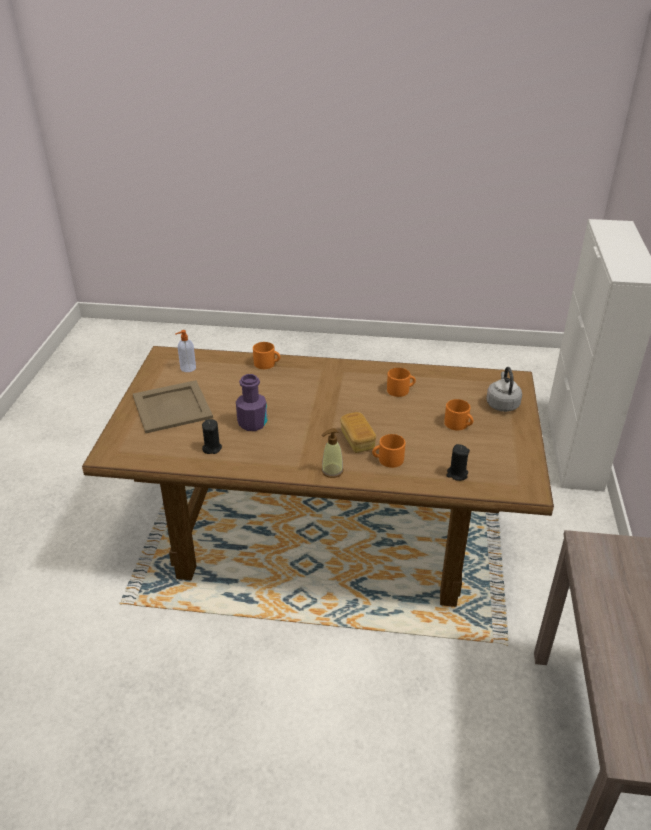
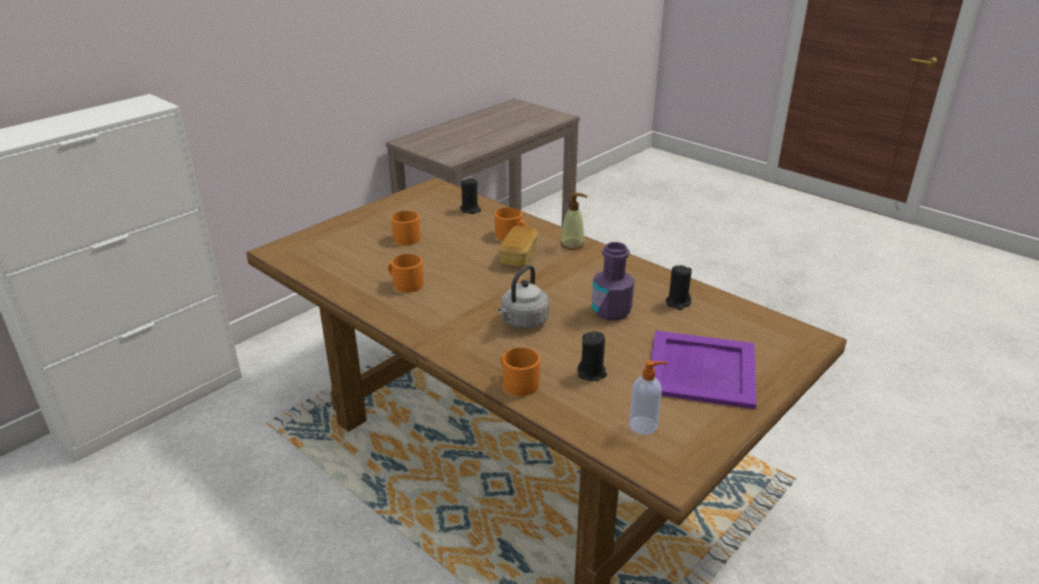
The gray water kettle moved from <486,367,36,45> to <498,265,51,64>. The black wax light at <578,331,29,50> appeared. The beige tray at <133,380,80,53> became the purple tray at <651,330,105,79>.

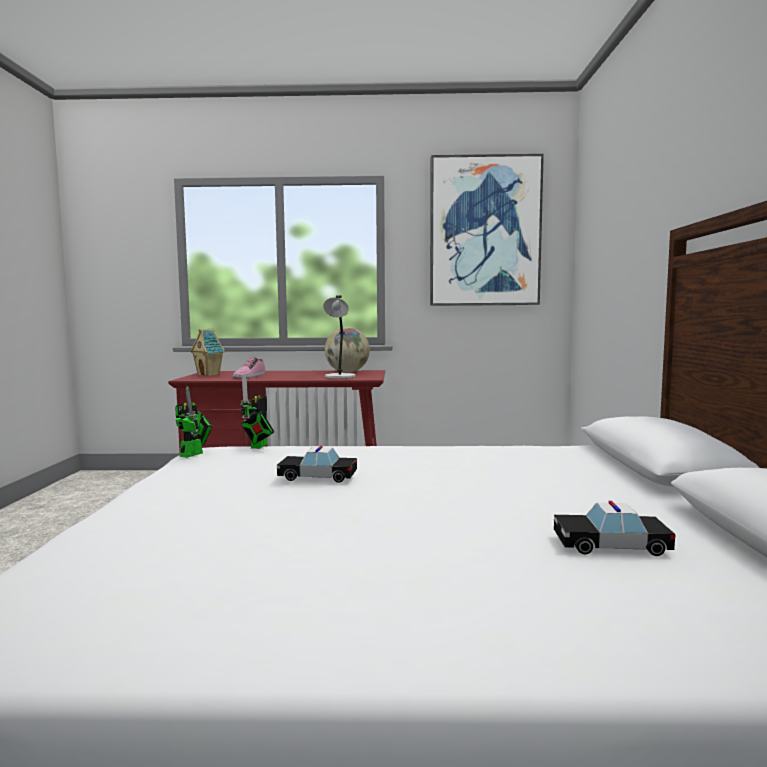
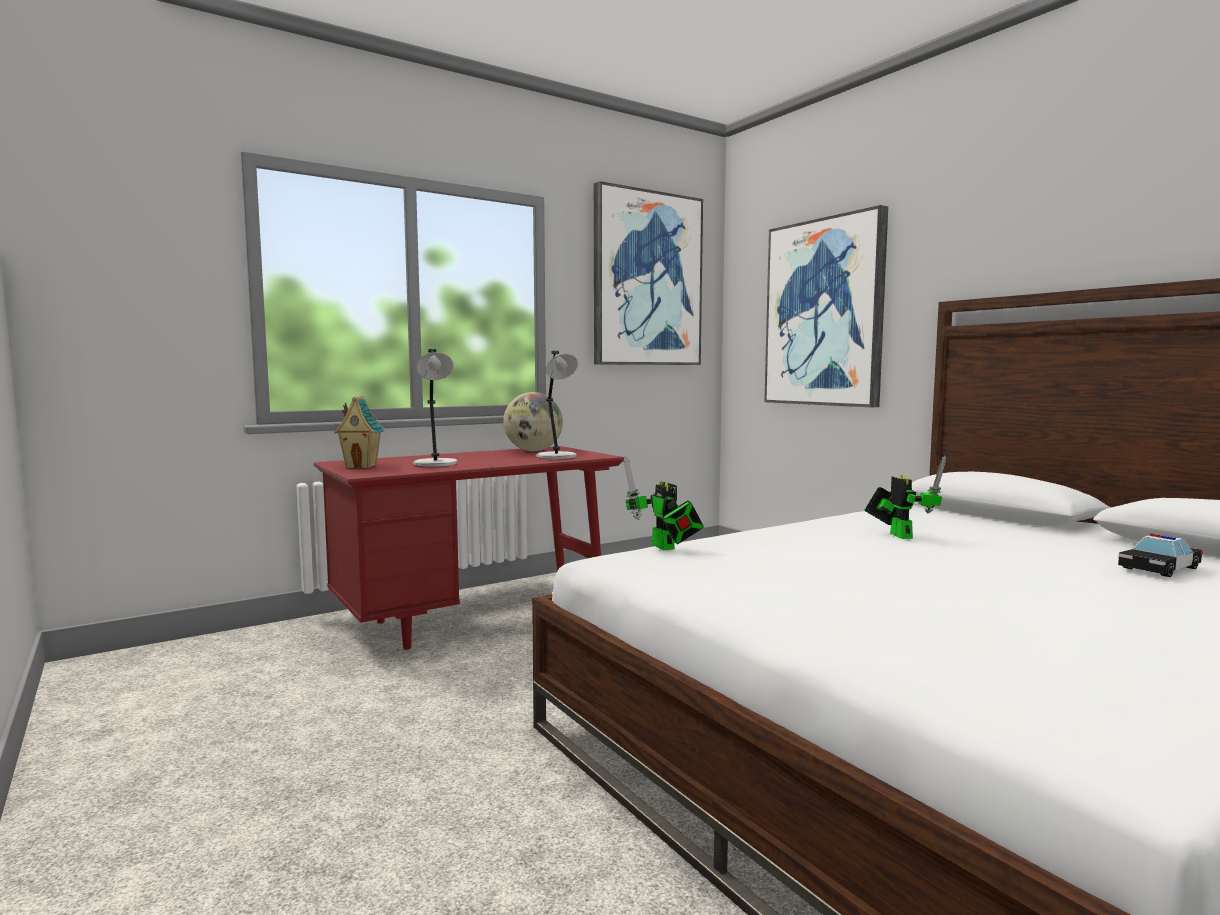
The shoe at <233,357,32,21> was replaced by the gray tabletop lamp at <413,349,45,118>. The wall art at <764,205,124,202> appeared. The robot figure moved from <175,386,37,72> to <865,456,82,83>. The model car at <277,446,80,37> disappeared.

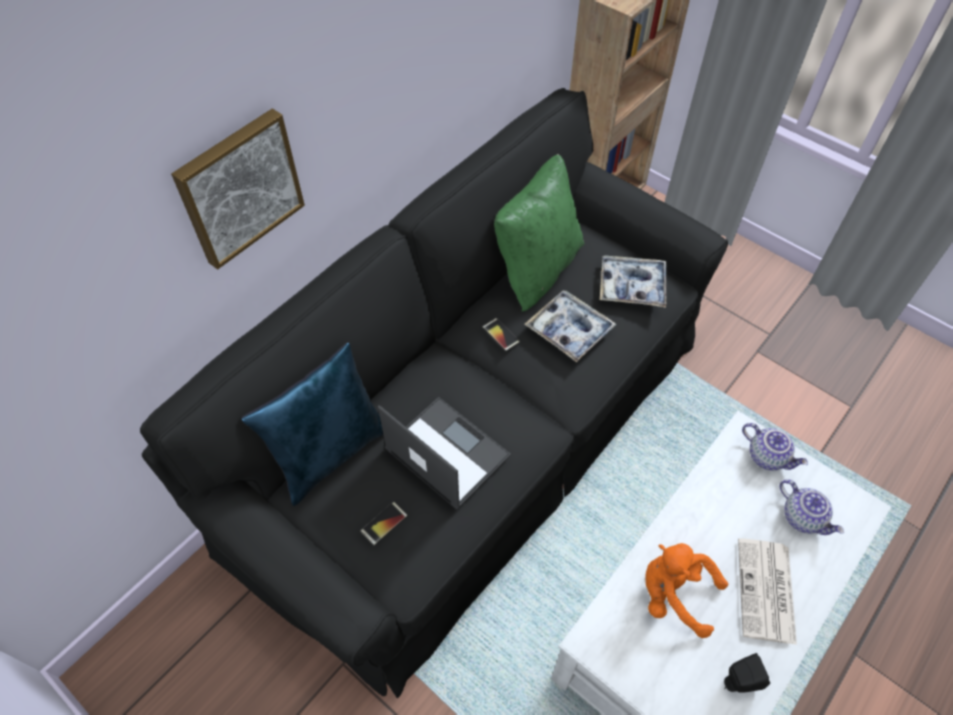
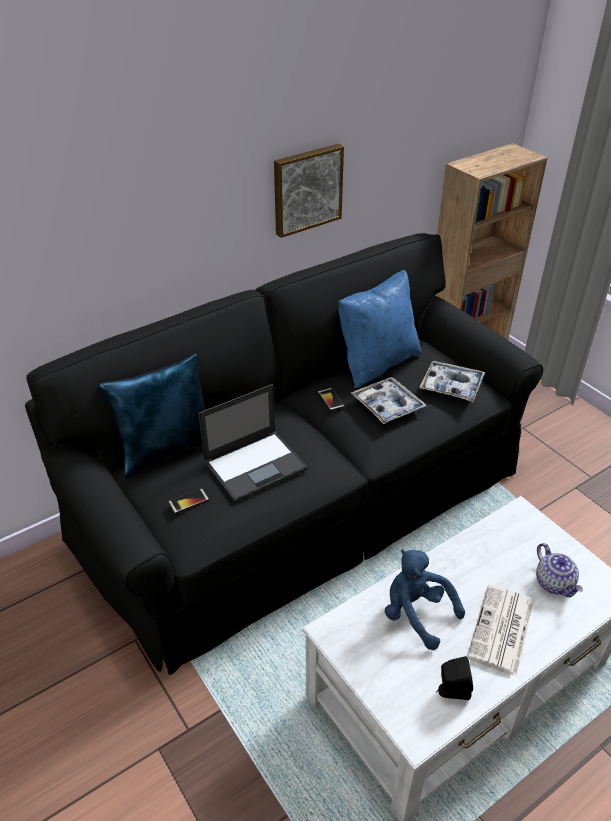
The portable computer at <378,397,133,113> turned 90 degrees clockwise. The wall art moved from <171,109,134,160> to <274,144,70,94>. The greenish cushion at <494,154,90,158> became the blue cushion at <338,270,84,118>. The orangey soft toy at <646,543,82,95> became the blue soft toy at <385,549,80,101>. The teapot at <742,423,66,47> disappeared.

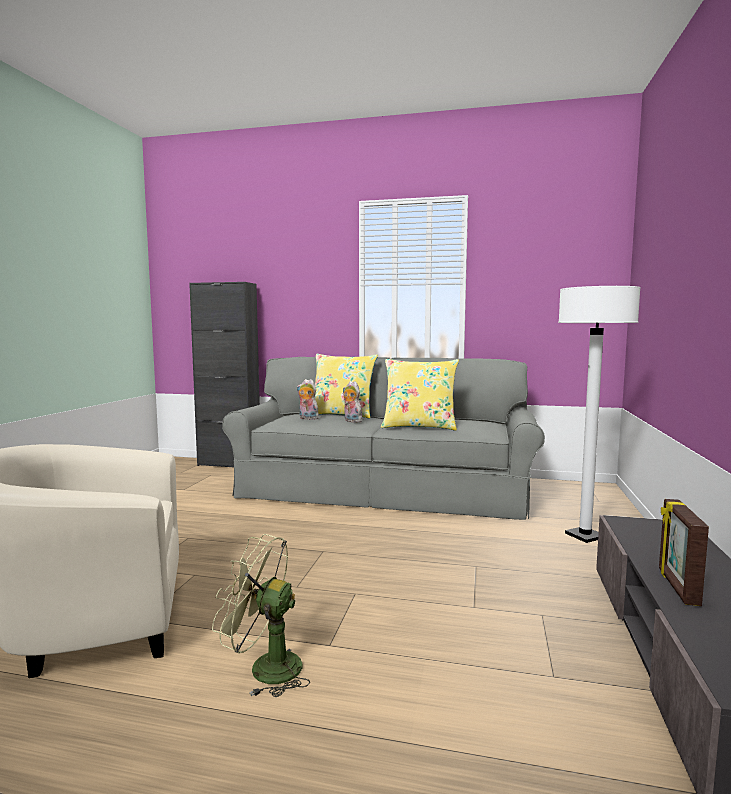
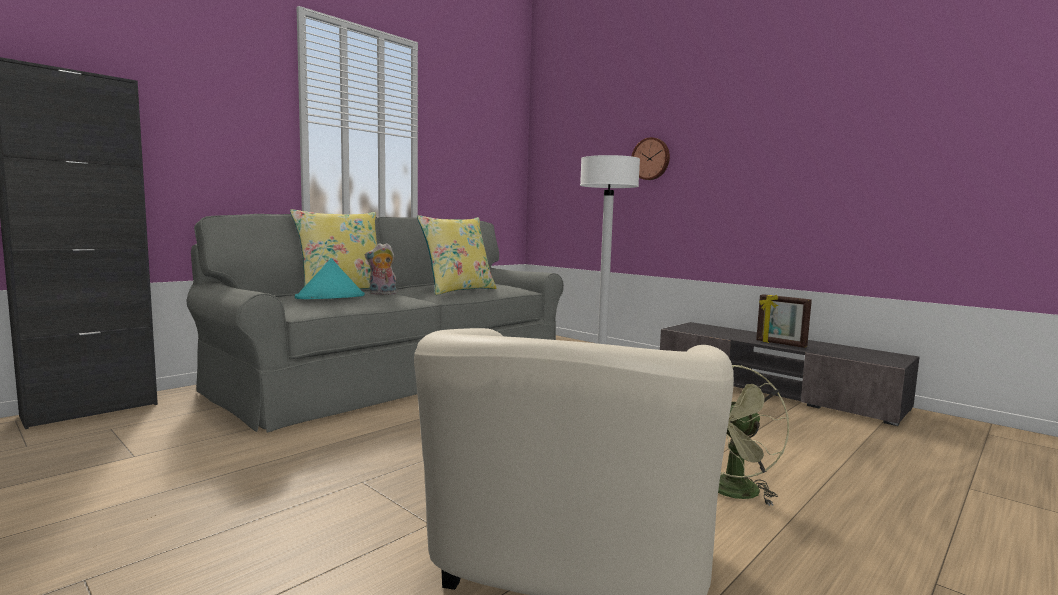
The soft toy at <296,379,24,41> was replaced by the turquoise-coloured hat at <295,258,70,41>. The clock on the wall at <632,137,38,43> appeared.

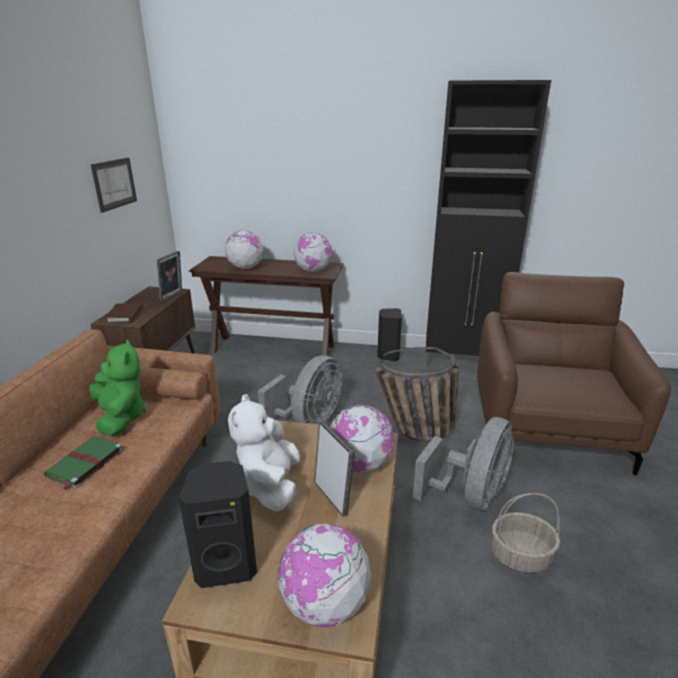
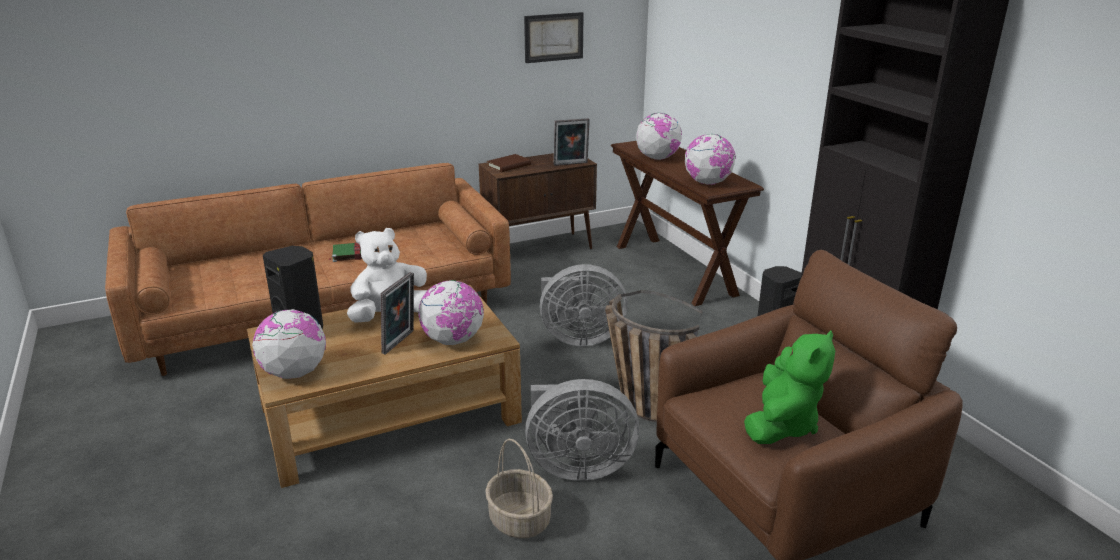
The greenish soft toy moved from <89,339,57,97> to <744,330,91,114>.

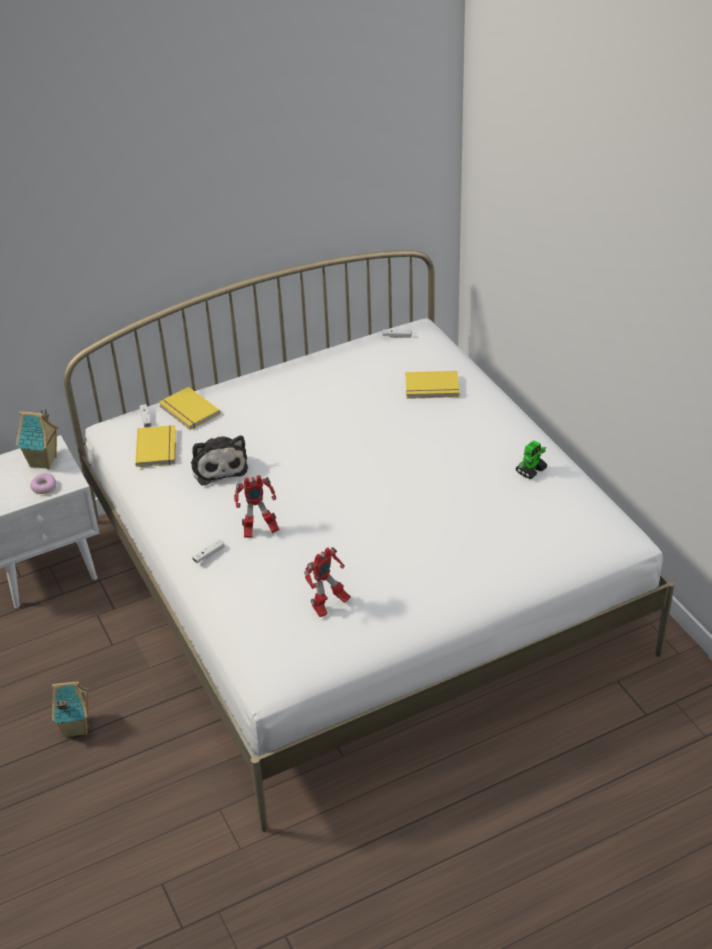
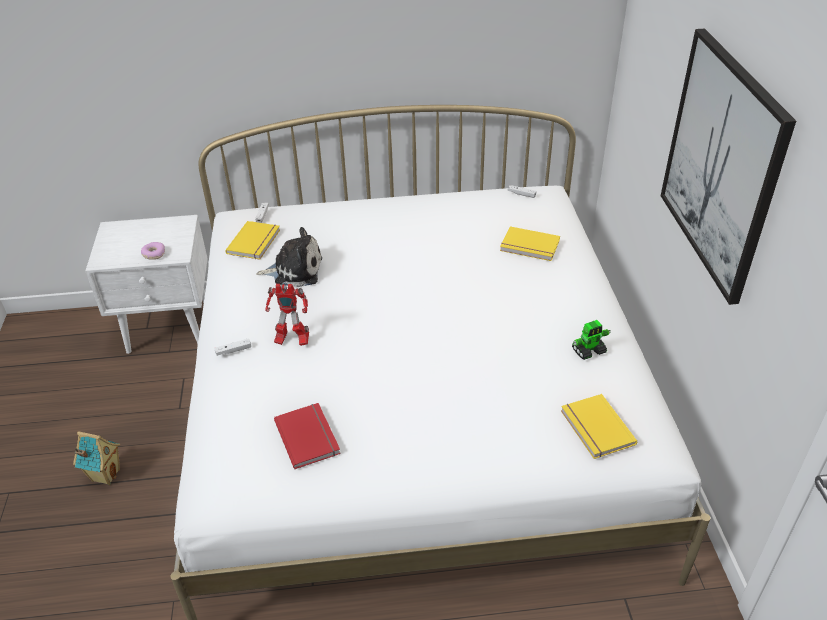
The soft toy at <191,435,57,51> turned 90 degrees counterclockwise. The robot figure at <304,547,47,70> was replaced by the red bound book at <274,403,67,66>. The yellowish bound book moved from <159,387,61,43> to <561,394,76,65>. The wall art at <661,28,135,277> appeared. The toy house at <16,409,43,61> disappeared.

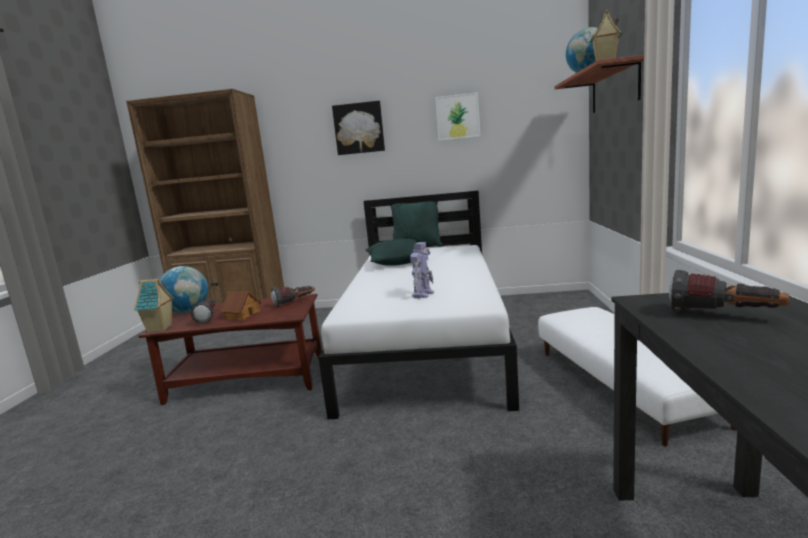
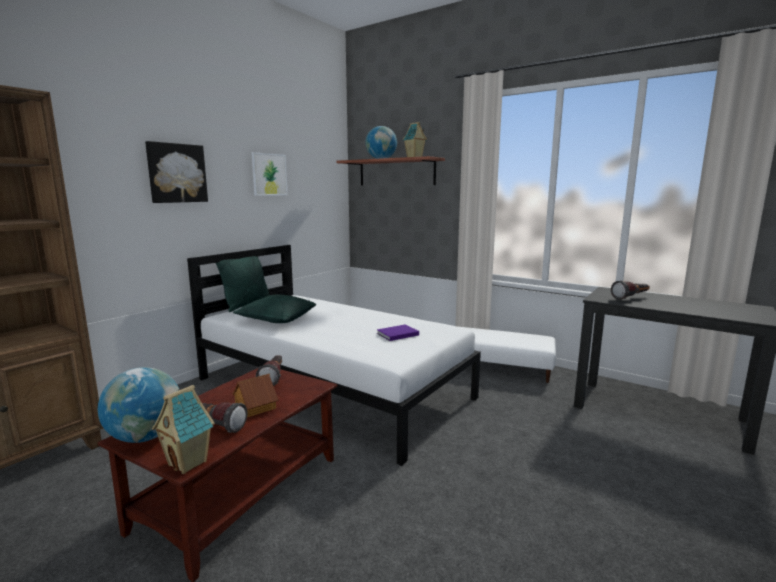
The robot figure at <410,242,24,57> was replaced by the purple bound book at <377,324,42,17>.

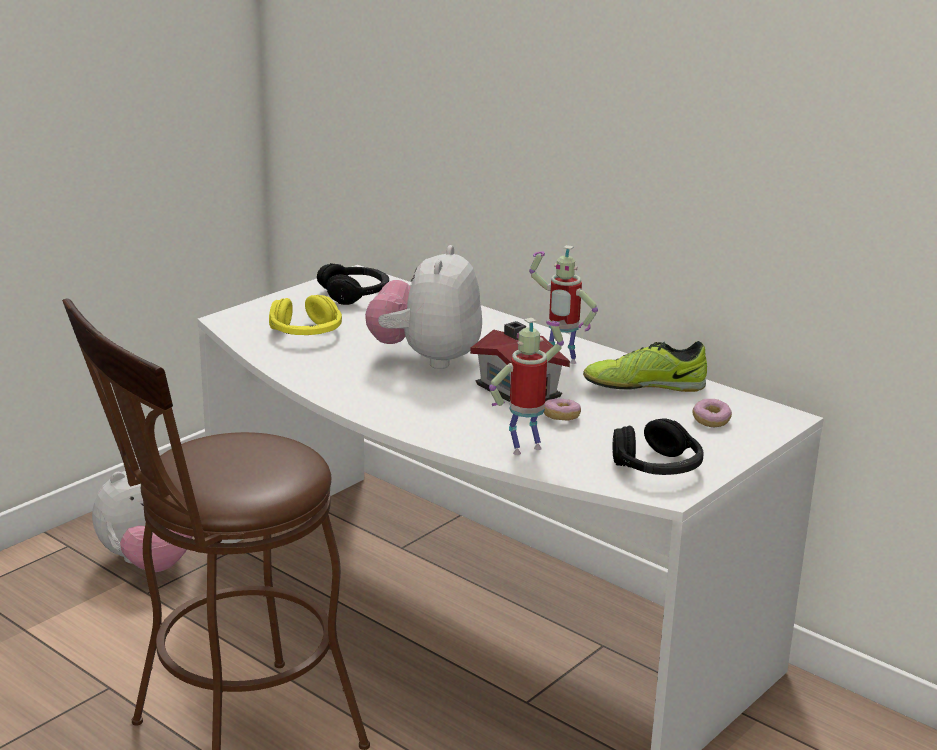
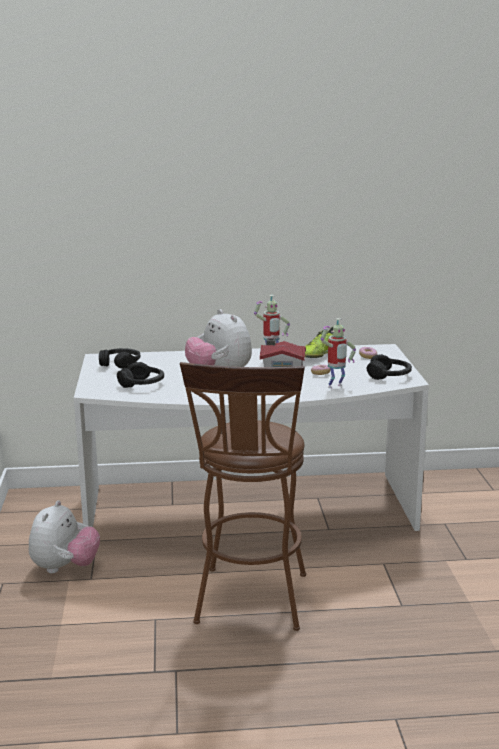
The yellowish headphones at <269,295,73,40> became the black headphones at <117,362,47,26>. The robot figure at <489,318,75,137> turned 135 degrees counterclockwise.

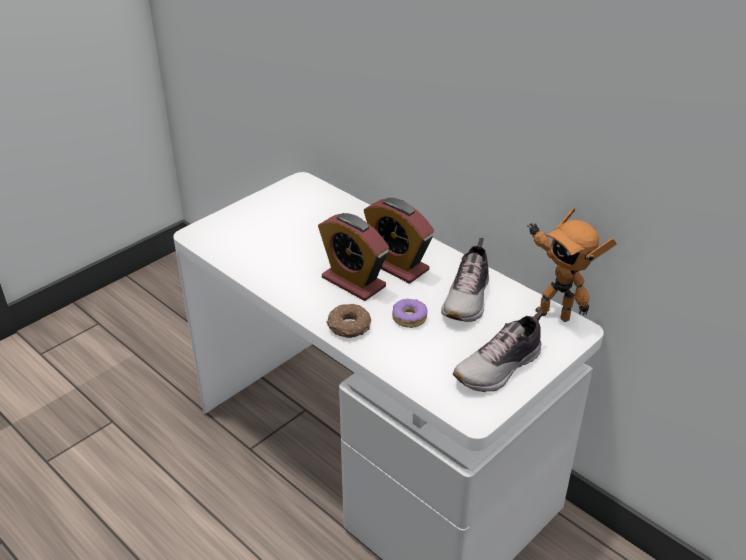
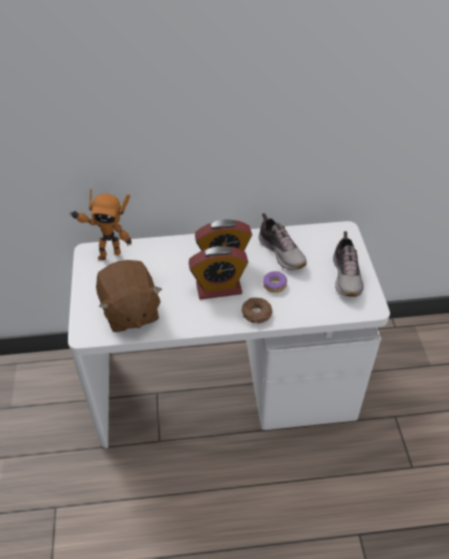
The robot figure moved from <528,207,89,115> to <69,189,62,71>. The brown-coloured soft toy at <96,260,66,72> appeared.

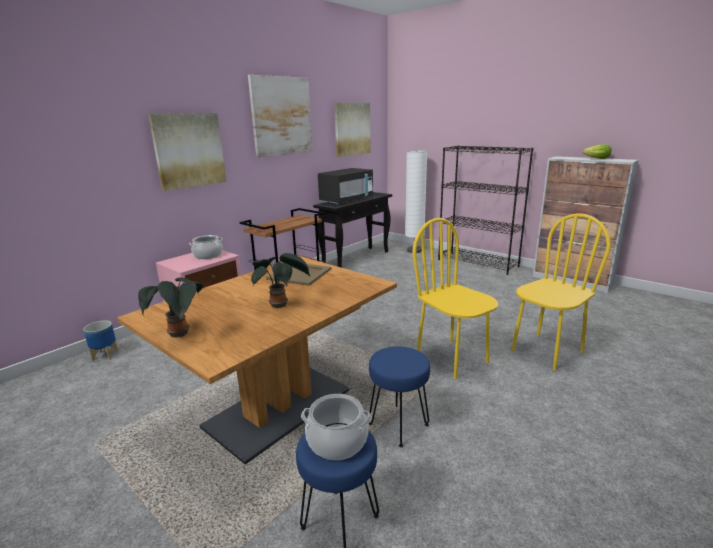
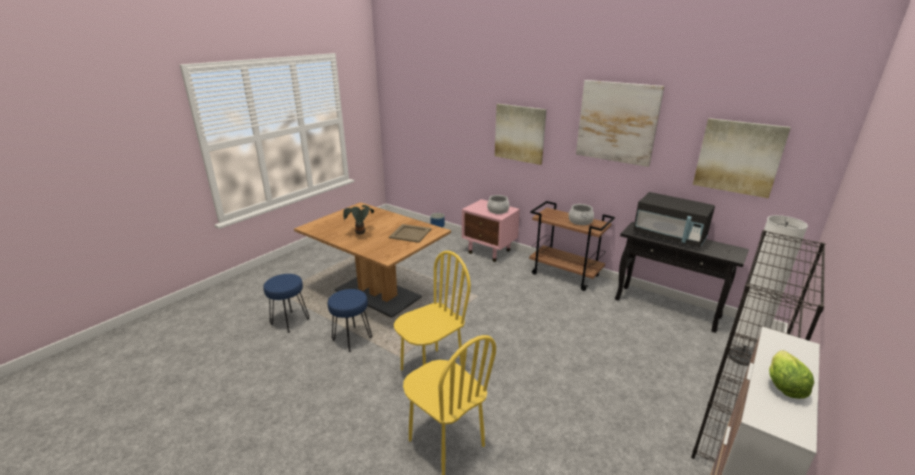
The saucepot moved from <301,394,71,66> to <569,204,25,21>. The plant in a pot at <138,278,65,60> disappeared.

